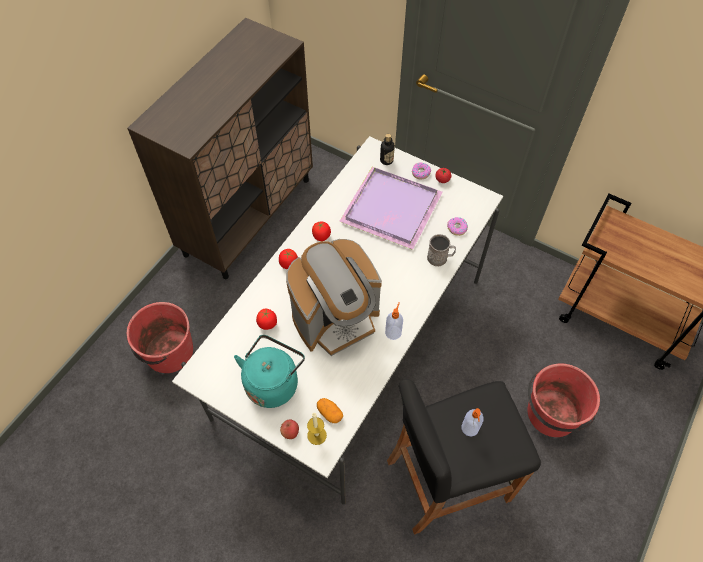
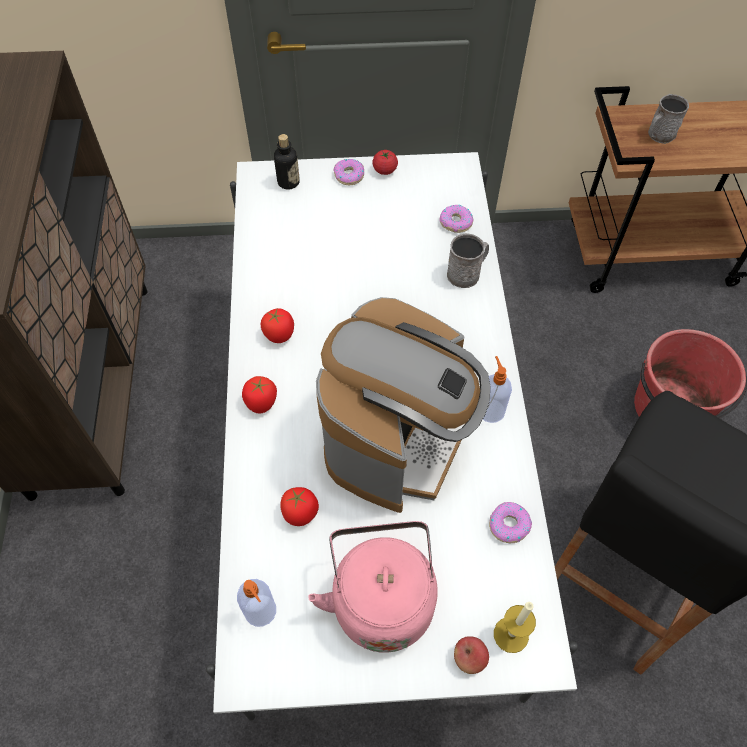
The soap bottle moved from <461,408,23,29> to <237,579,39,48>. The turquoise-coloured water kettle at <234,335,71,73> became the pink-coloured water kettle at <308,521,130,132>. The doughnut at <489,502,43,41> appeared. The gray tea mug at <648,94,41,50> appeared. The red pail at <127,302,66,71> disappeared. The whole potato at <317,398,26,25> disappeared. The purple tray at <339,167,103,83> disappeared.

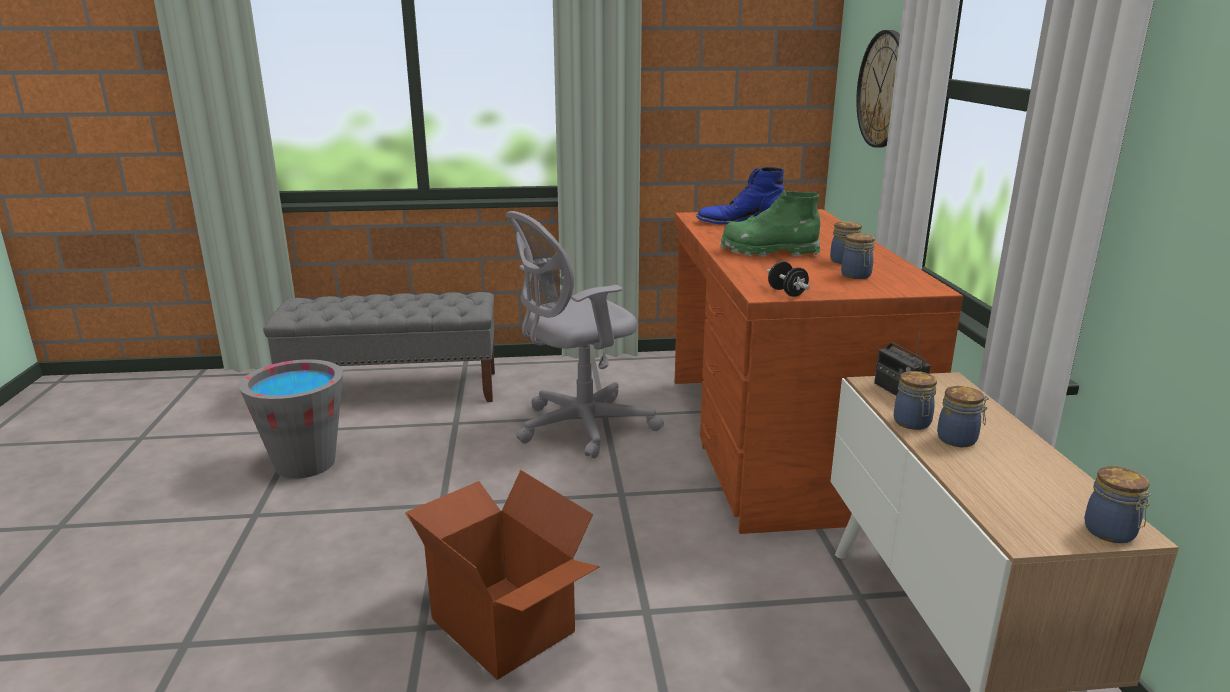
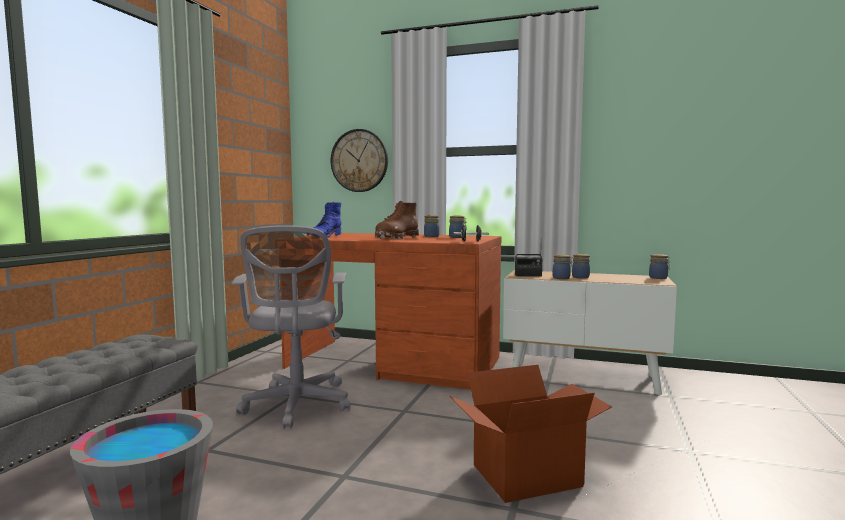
The greenish high-top boot at <720,190,101,67> became the brown-coloured high-top boot at <375,201,44,39>.

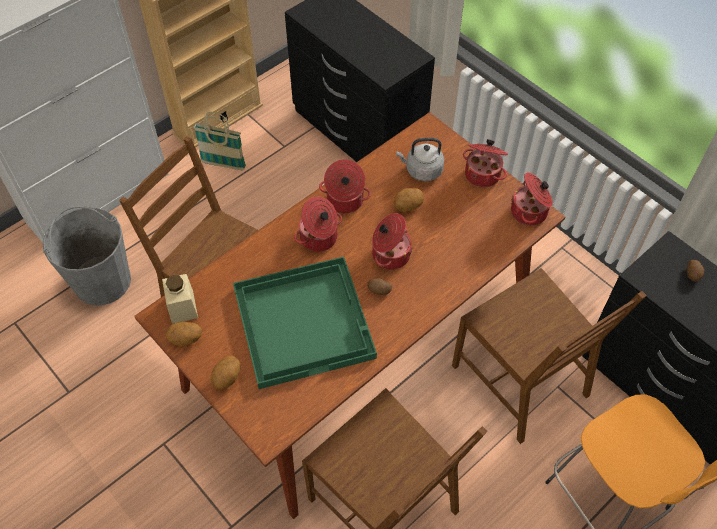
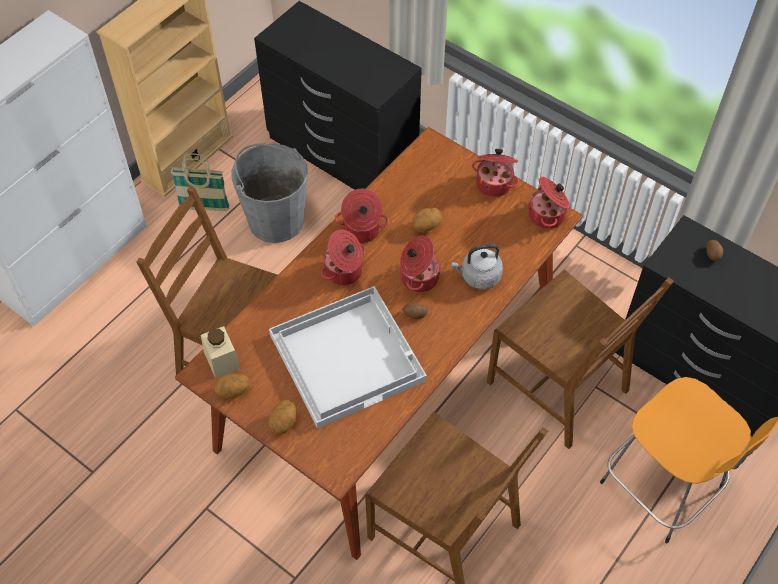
The gray pail moved from <43,206,88,100> to <231,143,77,100>. The greenish tray at <233,257,144,132> became the white tray at <269,286,158,143>. The gray water kettle moved from <396,138,48,44> to <451,244,52,45>.

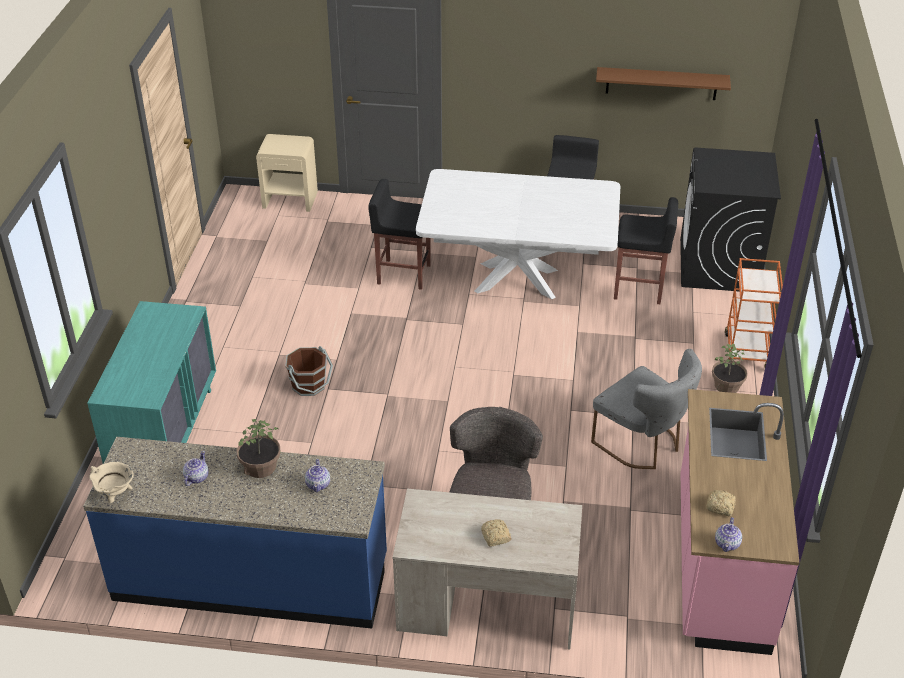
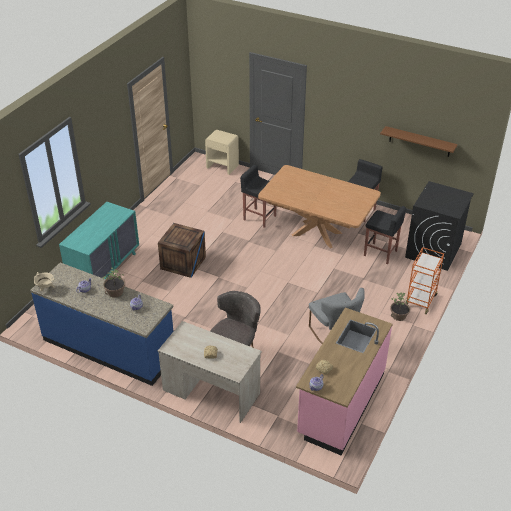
The brown-coloured pail at <285,346,48,50> was replaced by the packing crate at <158,223,48,55>. The white dinner table at <416,169,204,130> became the brown-coloured dinner table at <258,165,123,83>.

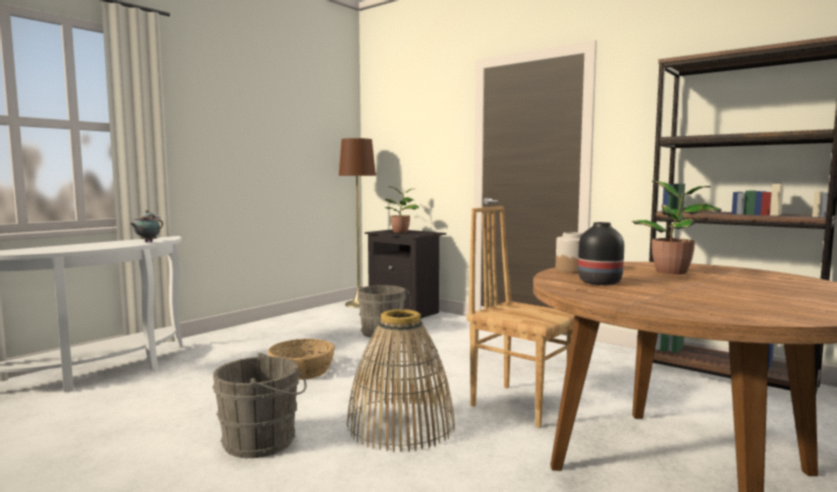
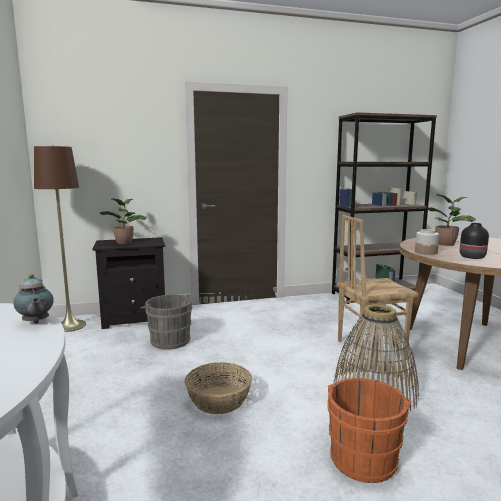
The gray pail at <212,353,95,105> became the orangey pail at <327,378,84,105>.

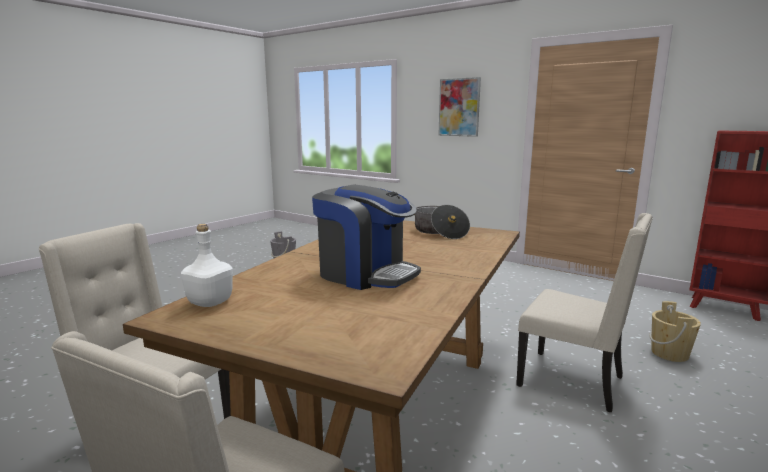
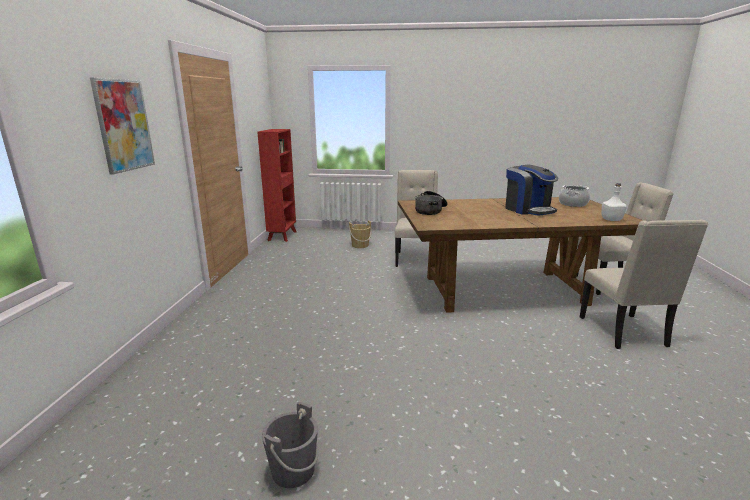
The coffee maker at <312,185,109,105> turned 150 degrees clockwise. The saucepot at <559,185,31,22> appeared.

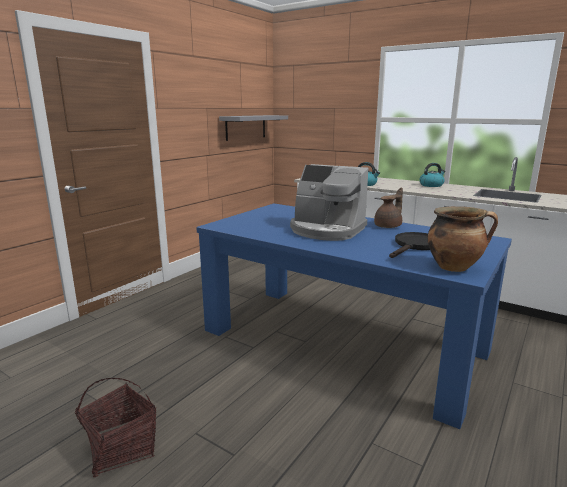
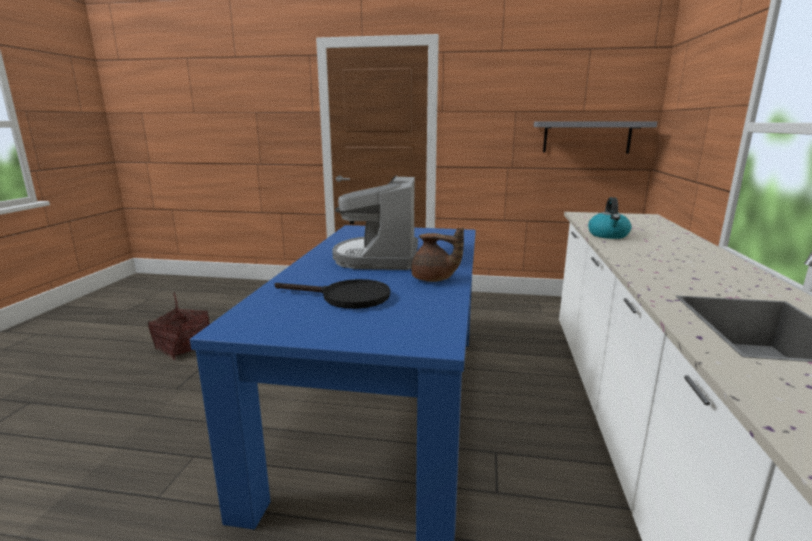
The water kettle at <420,163,25,24> disappeared. The saucepot at <428,206,70,66> disappeared.

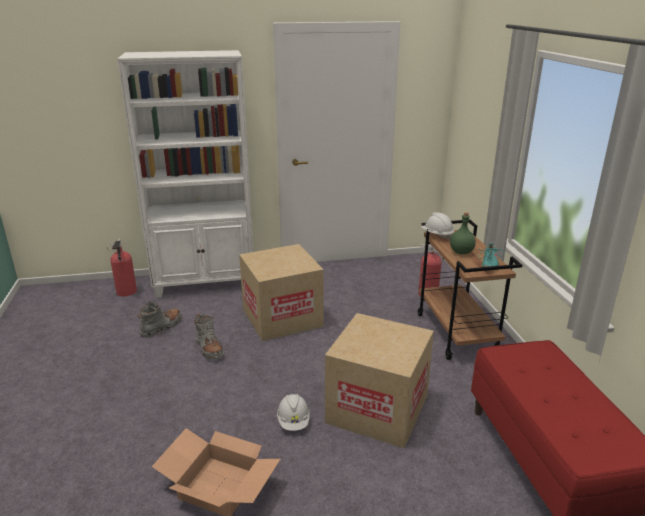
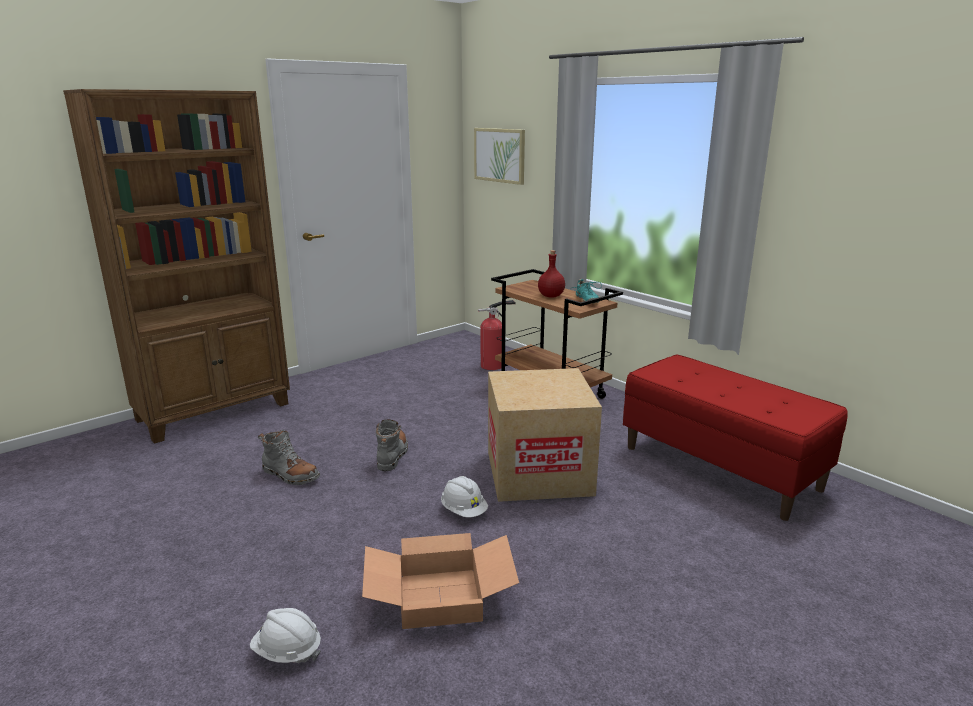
The white bookshelf at <117,50,136,248> became the brown-coloured bookshelf at <63,89,227,355>. The white hard hat moved from <421,212,33,28> to <250,608,71,55>. The gray high-top boot moved from <137,301,45,37> to <375,419,33,52>. The wall art at <474,128,51,57> appeared. The greenish beverage bottle at <450,212,26,42> became the red beverage bottle at <538,250,27,48>. The fire-fighting cylinder at <107,239,30,57> disappeared. The cardboard box at <239,244,85,97> disappeared.

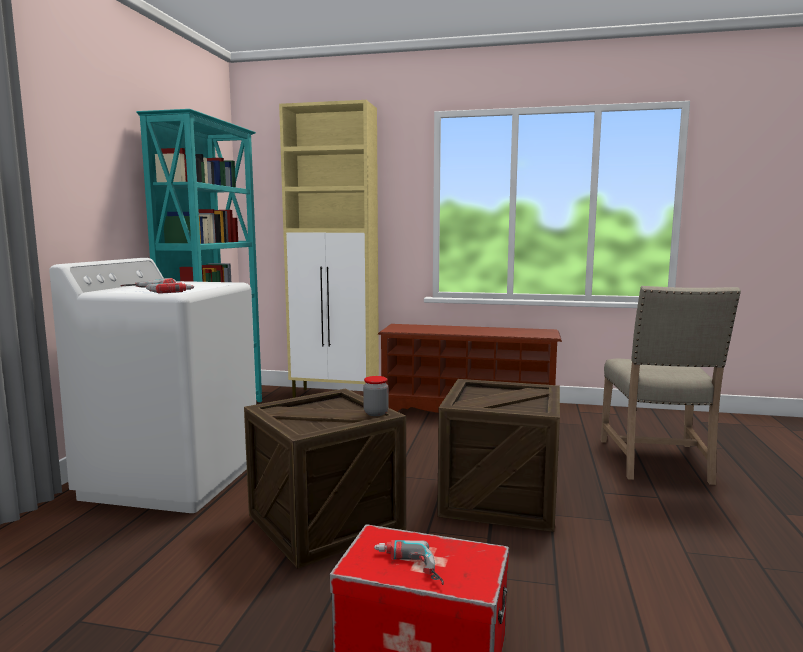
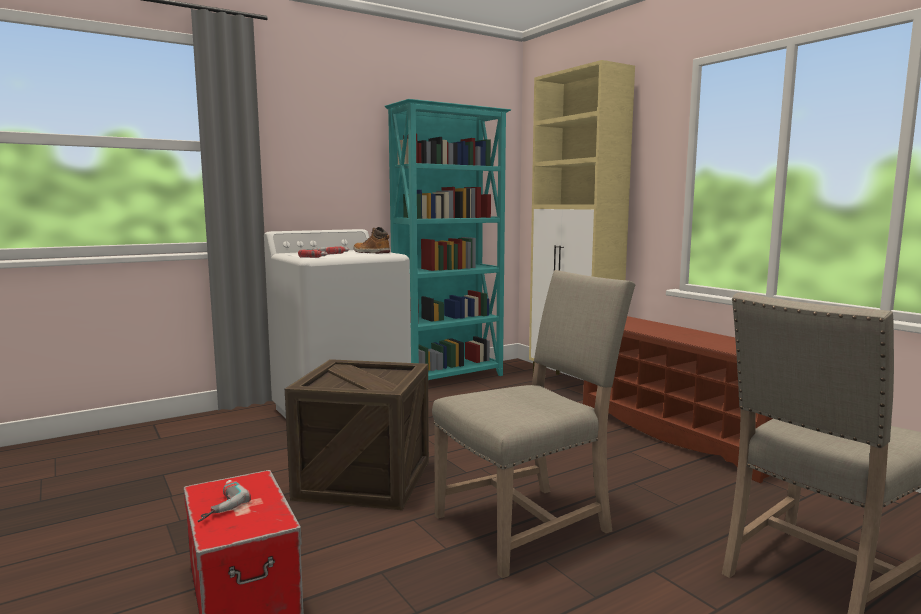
The high-top boot at <353,227,37,27> appeared. The packing crate at <437,379,123,153> was replaced by the beige plain chair at <432,270,203,308>. The preserve jar at <363,376,26,40> disappeared.

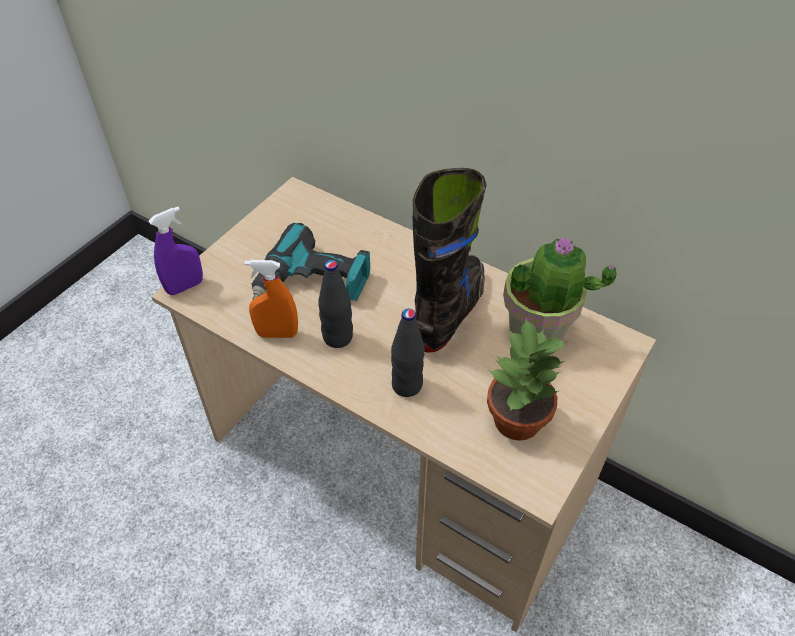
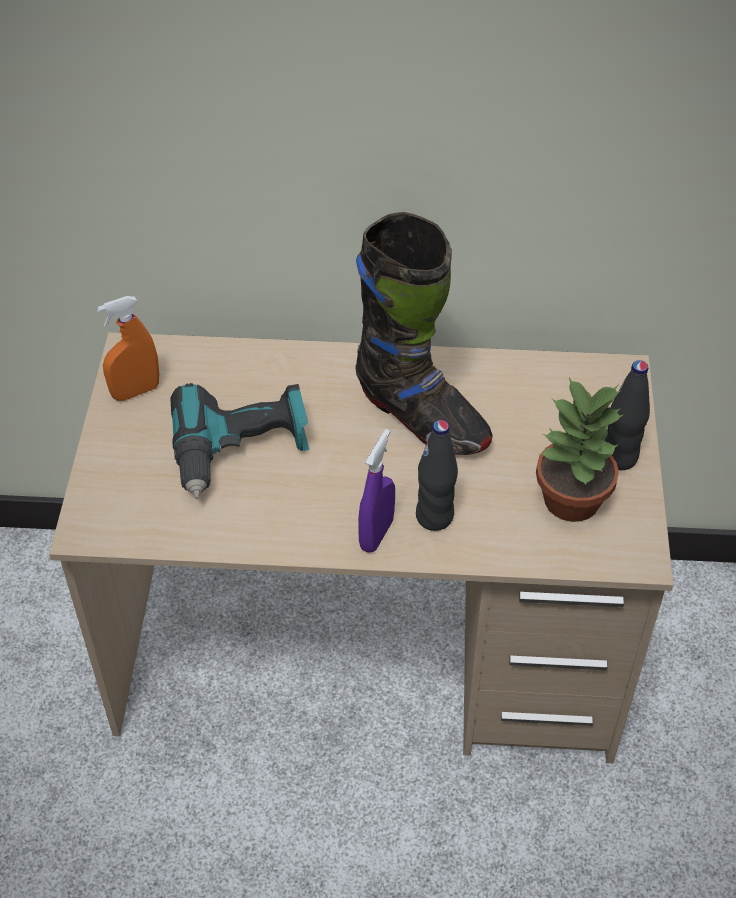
The orangey hand sprayer moved from <245,260,53,78> to <97,296,62,105>. The black high-top boot at <413,168,73,185> turned 135 degrees clockwise. The purple hand sprayer moved from <149,207,54,88> to <358,429,37,124>. The black beverage bottle moved from <318,260,35,88> to <605,360,45,110>. The plant in a pot at <503,237,113,104> disappeared.

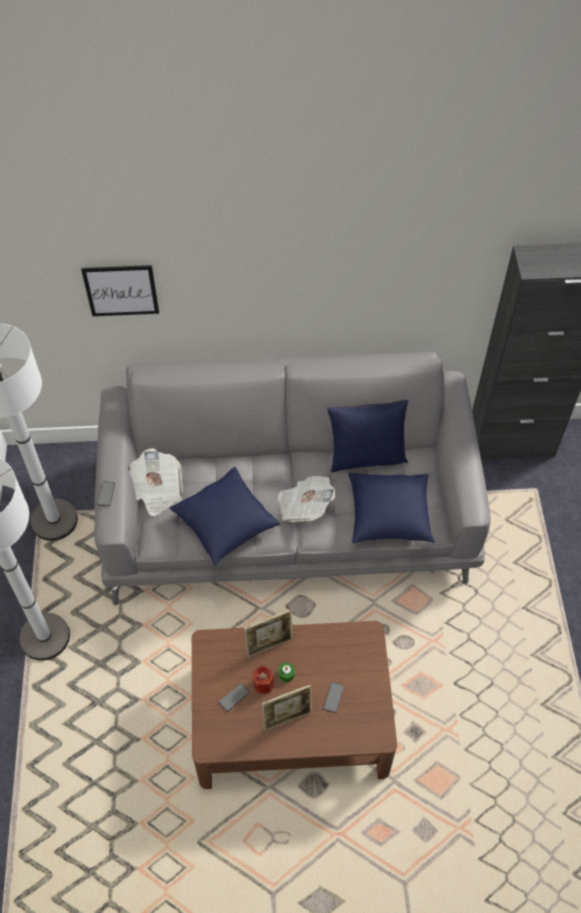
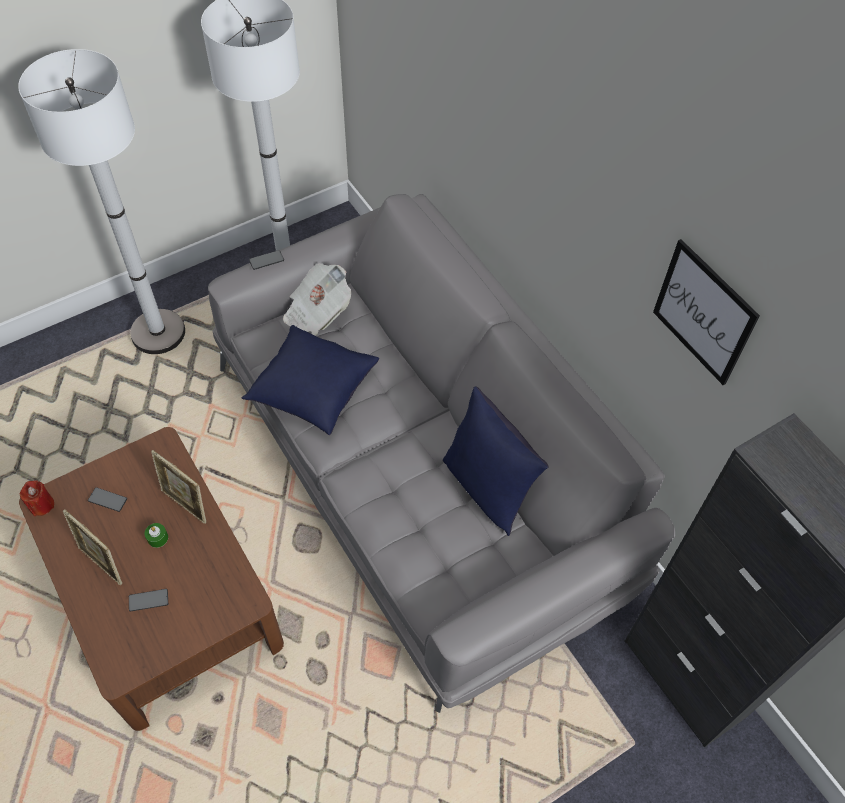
The red wax light moved from <252,666,22,28> to <20,481,34,35>. The wall art moved from <81,265,78,51> to <653,239,107,146>. The daily paper at <278,475,57,47> disappeared. The blue cushion at <348,473,87,70> disappeared.

